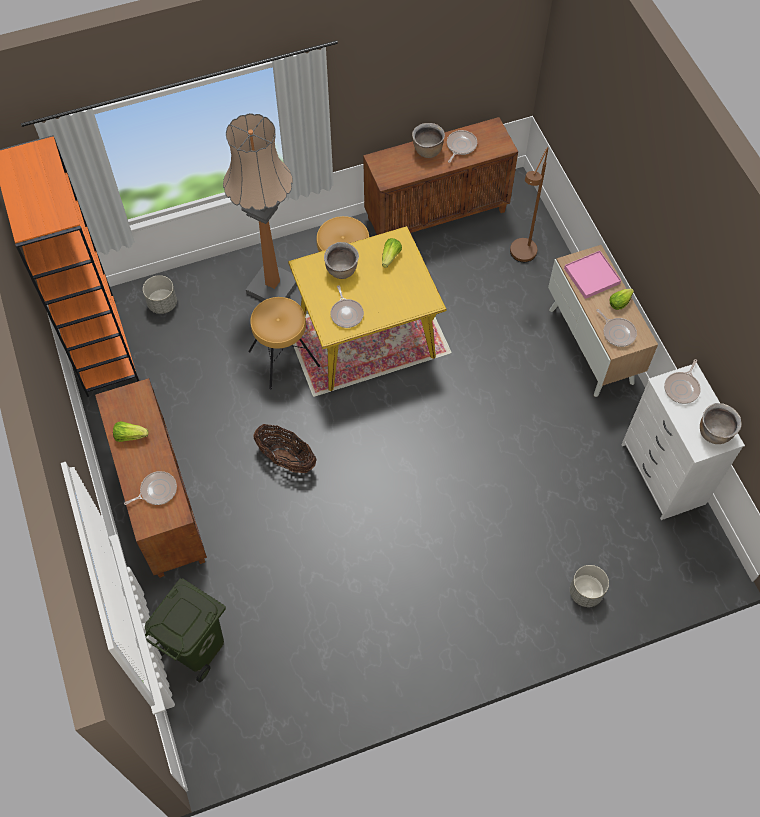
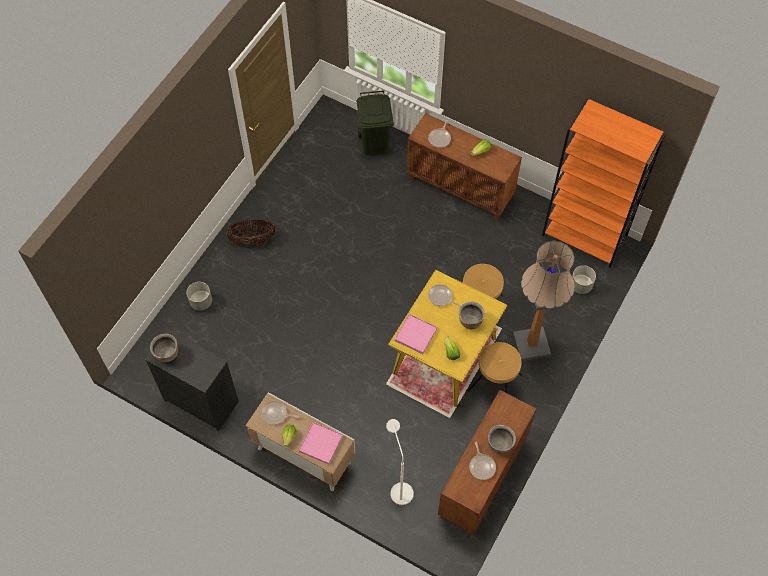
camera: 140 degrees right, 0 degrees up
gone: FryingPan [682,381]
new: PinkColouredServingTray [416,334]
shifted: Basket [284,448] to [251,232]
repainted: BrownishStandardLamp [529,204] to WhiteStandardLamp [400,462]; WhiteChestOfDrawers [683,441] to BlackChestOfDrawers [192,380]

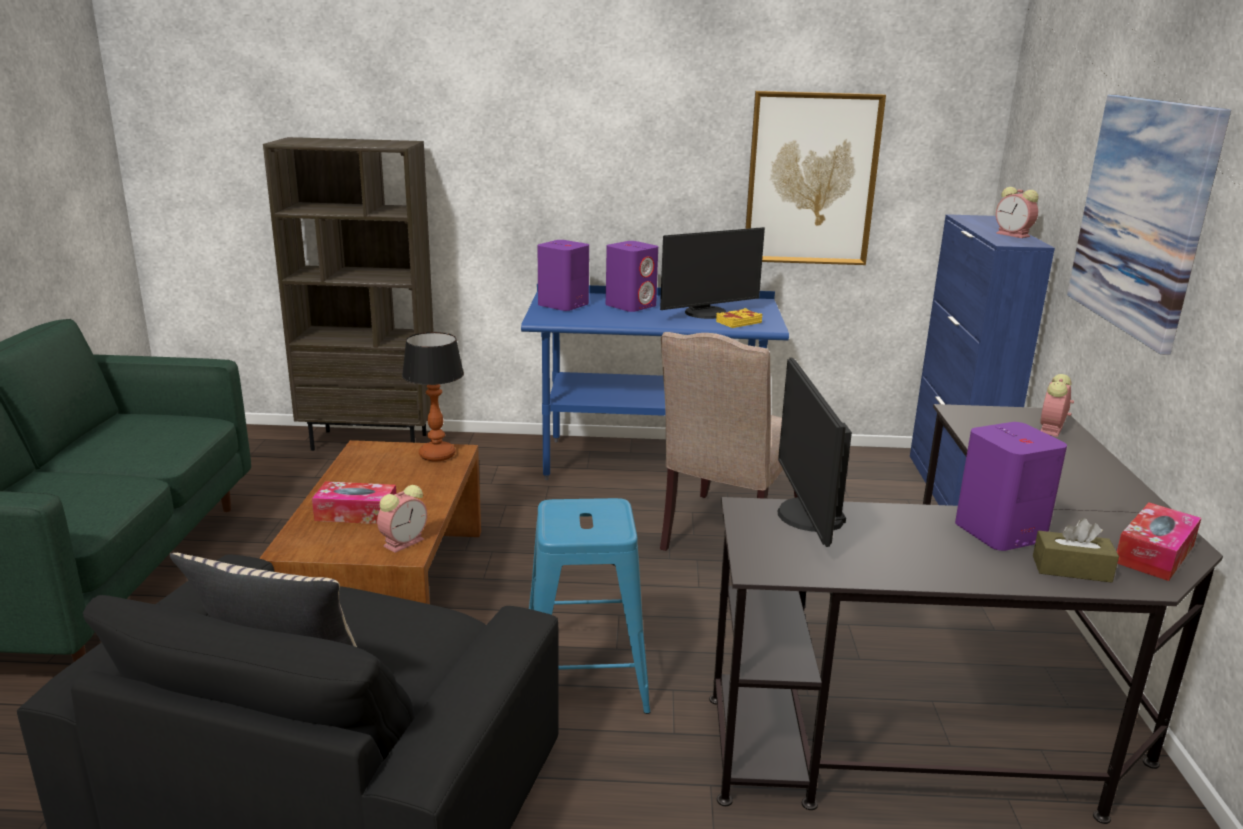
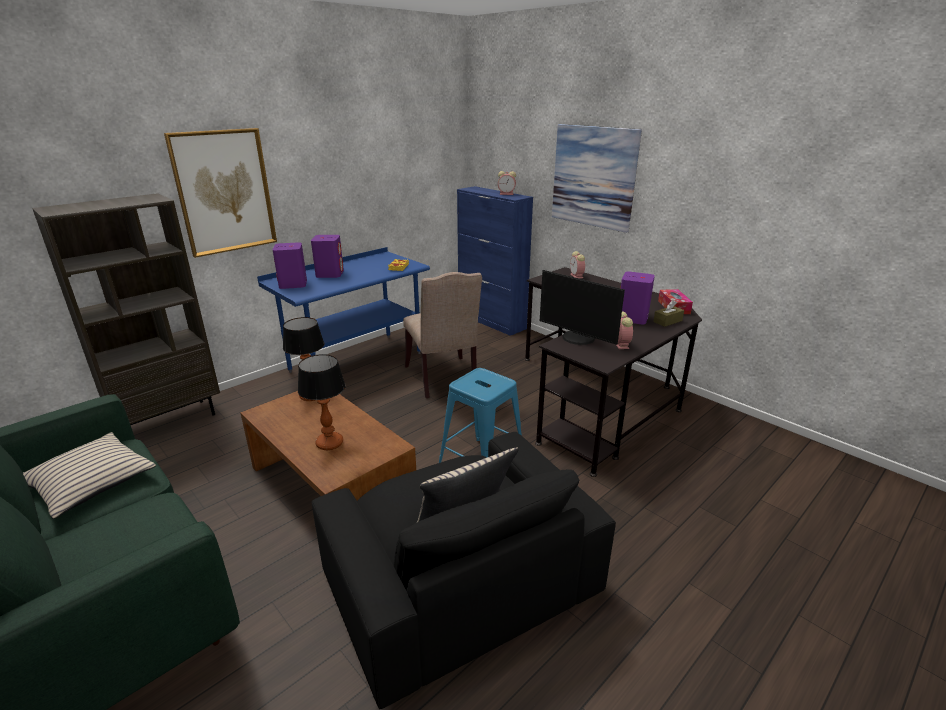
camera: 45 degrees left, 5 degrees up
gone: Monitor [712,273]
new: BeigeColouredThrowPillow [89,475]
shifted: AlarmClock [402,519] to [624,330]; WallPicture [815,178] to [220,193]
swapped: TissueBox [354,502] to LampForATable [322,402]

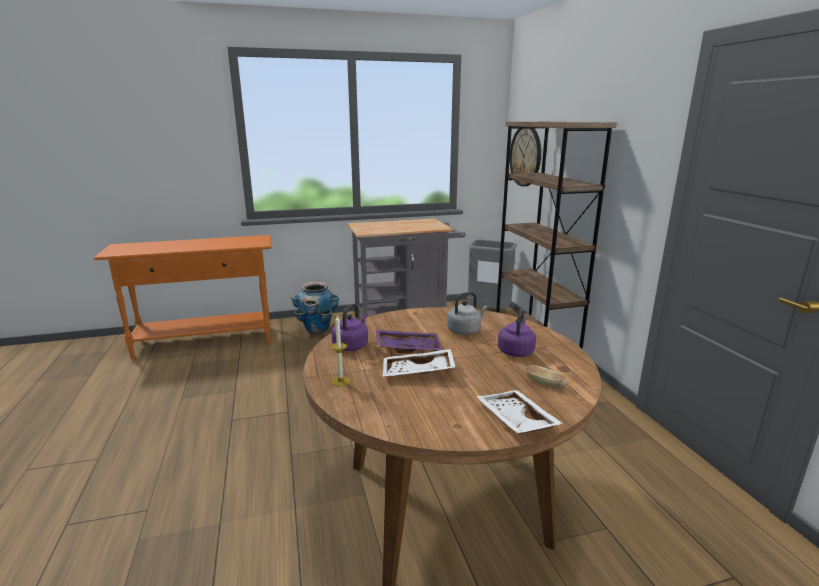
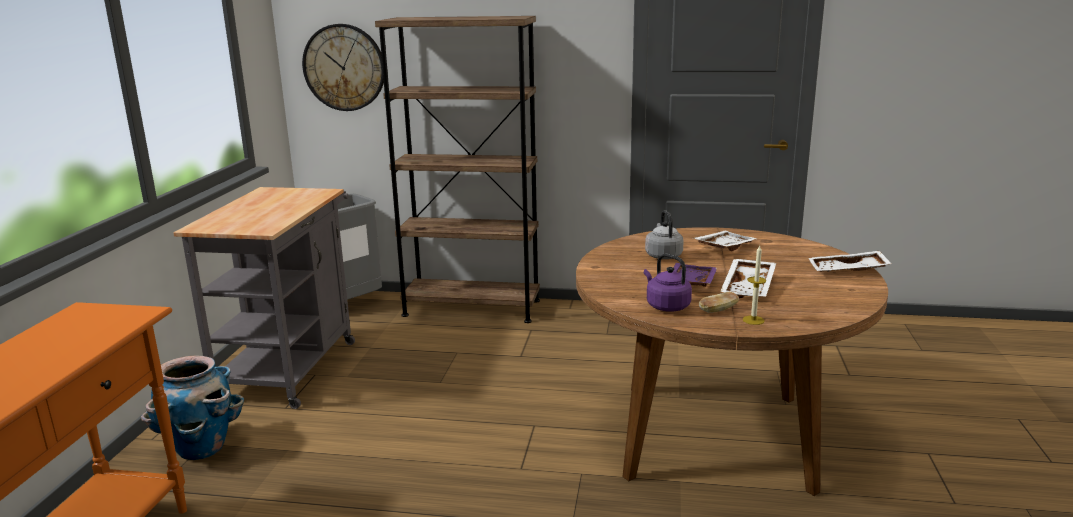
camera: 65 degrees left, 0 degrees up
shifted: BakeryBread [546,376] to [719,302]
swapped: PurpleColouredTeaKettle [517,332] to WhiteServingTray [725,241]

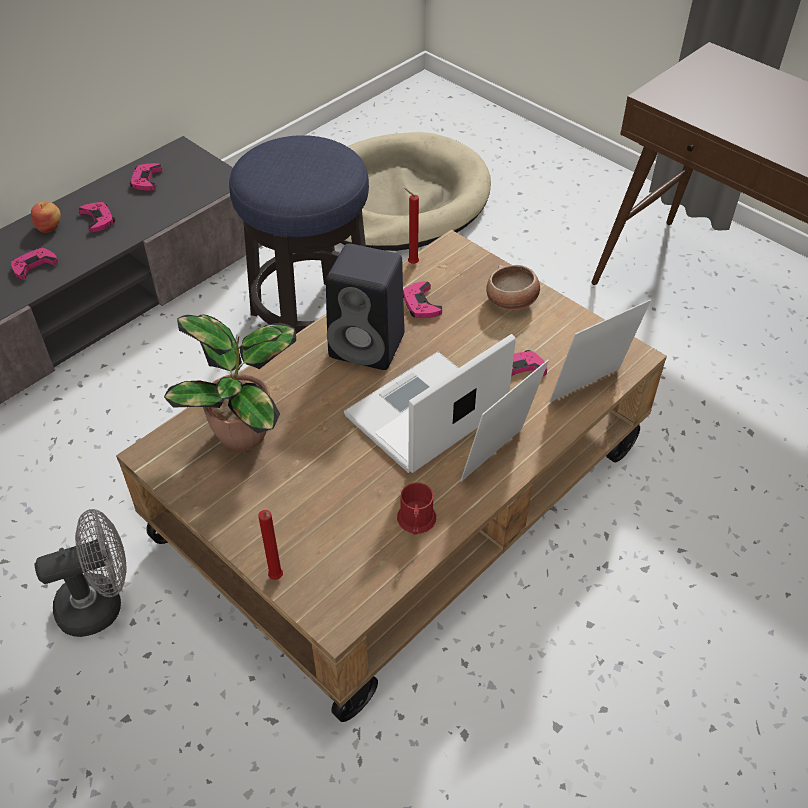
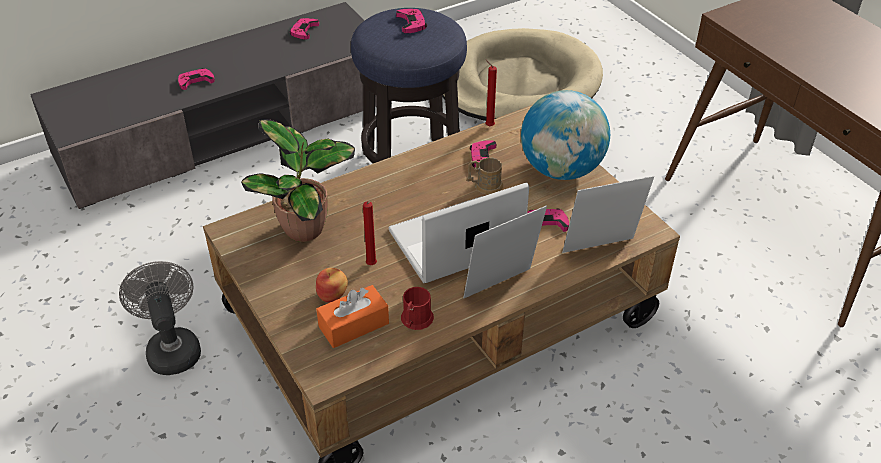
camera: 15 degrees right, 5 degrees down
gone: BlackAudioSpeaker [365,307]
new: OrangeTissueBox [352,316]; BrownishMug [485,176]
shifted: WholeApple [46,217] to [332,285]; PinkColouredJoypad [97,217] to [411,21]; RedColouredCandle [270,545] to [370,233]
swapped: DeepDish [513,287] to Globe [565,135]
rotated: GreyFan [81,573] = [160,318] 105 degrees counterclockwise

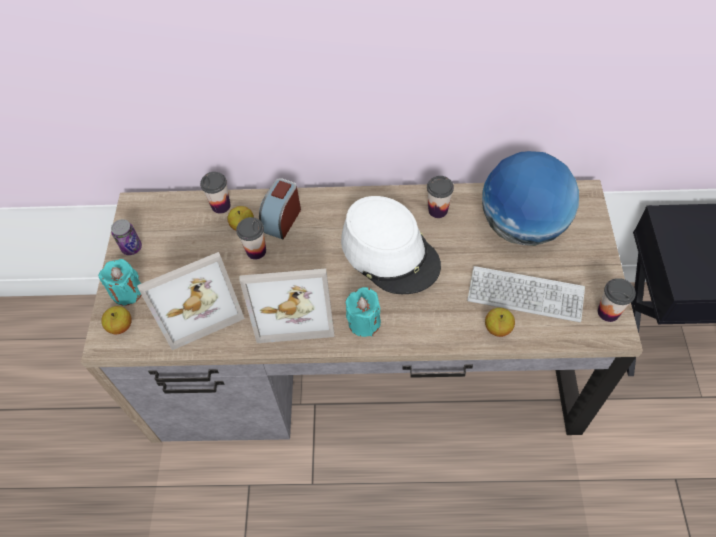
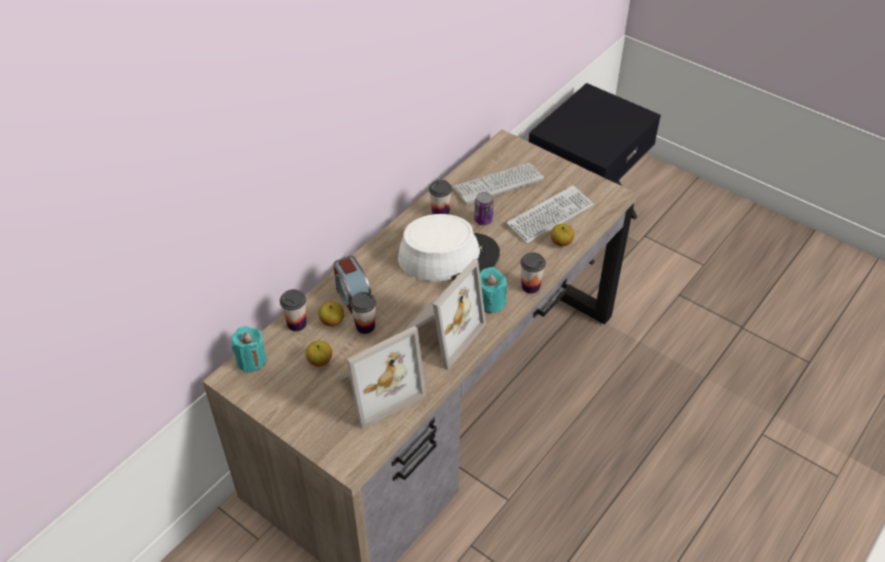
camera: 55 degrees left, 10 degrees down
shifted: TurquoiseColouredCandle [120,282] to [249,349]; WholeApple [116,320] to [319,353]; MetalCan [126,237] to [484,208]; DrinkingCup [617,300] to [533,273]
swapped: Globe [530,198] to ComputerKeyboard [498,183]
rotated: StandingFrame [191,301] = [382,377] 45 degrees clockwise

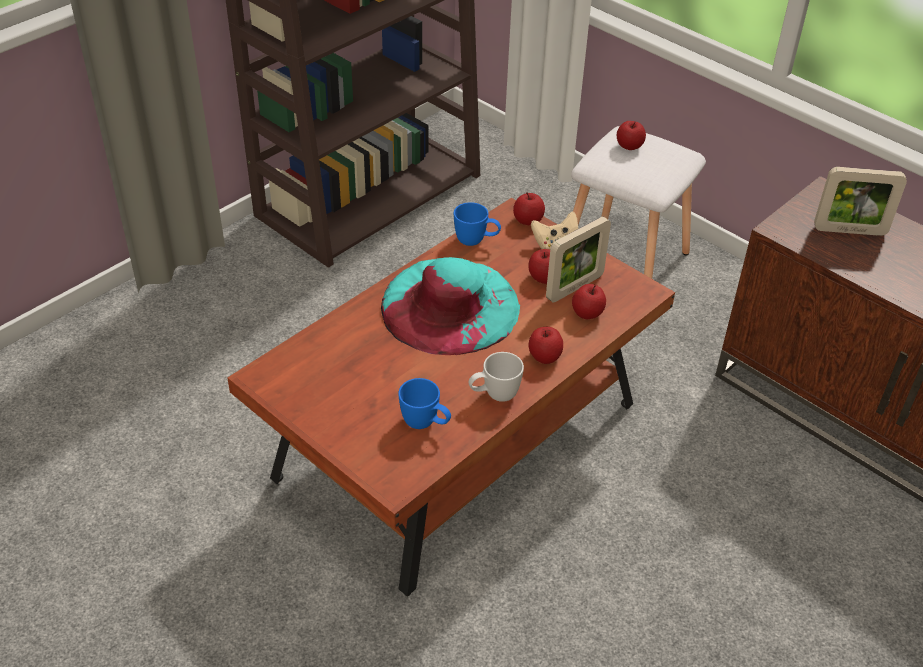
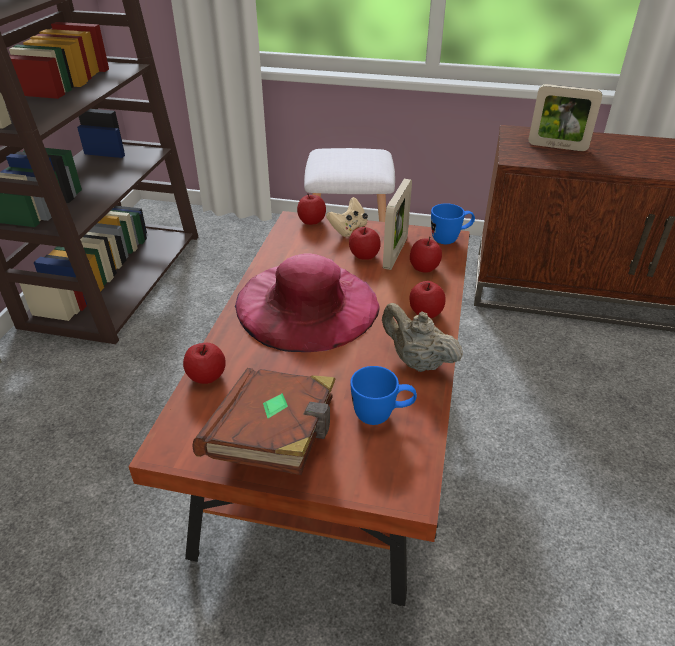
camera: 30 degrees left, 5 degrees down
new: BrownishBook [264,421]
shifted: BluishMug [477,224] to [453,223]; WholeApple [631,135] to [204,363]
swapped: WhiteMug [496,377] to BeigeColouredTeapot [422,337]
repainted: TurquoiseColouredWearableHat [450,306] to PinkColouredWearableHat [307,302]
rotated: StandingFrame [860,201] = [565,117] 45 degrees clockwise

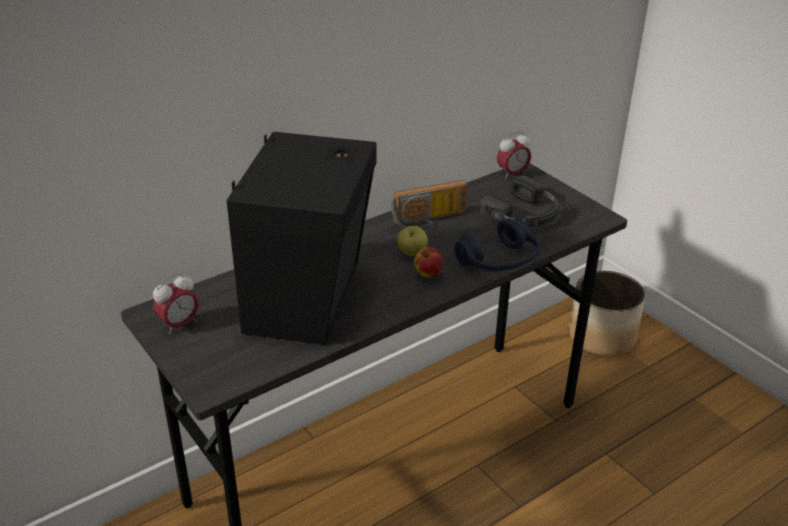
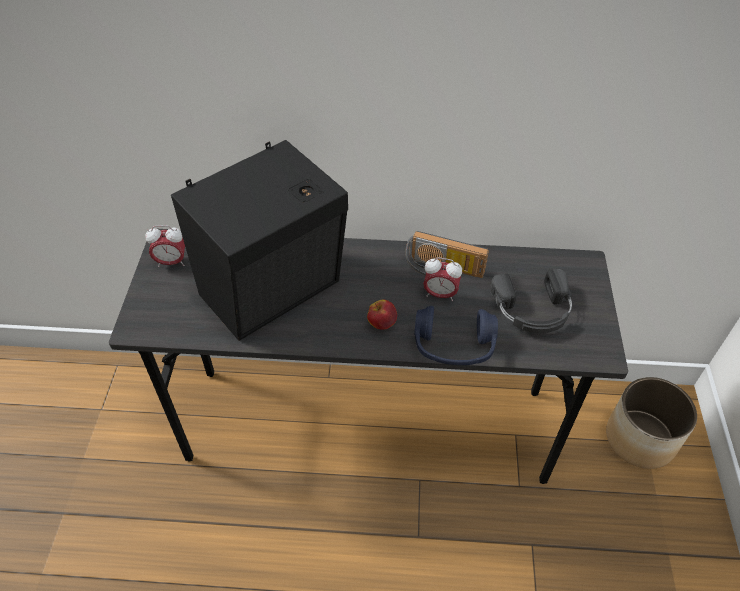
camera: 40 degrees right, 15 degrees up
gone: WholeApple [412,241]
shifted: AlarmClock [514,155] to [442,279]

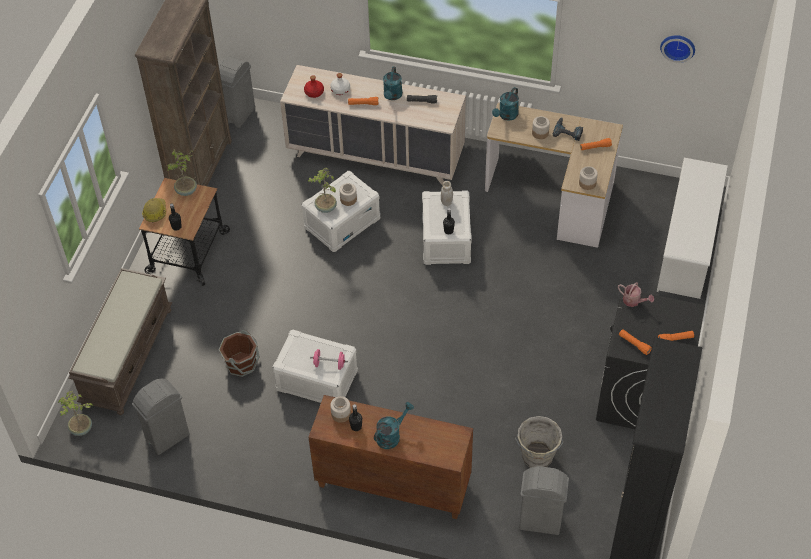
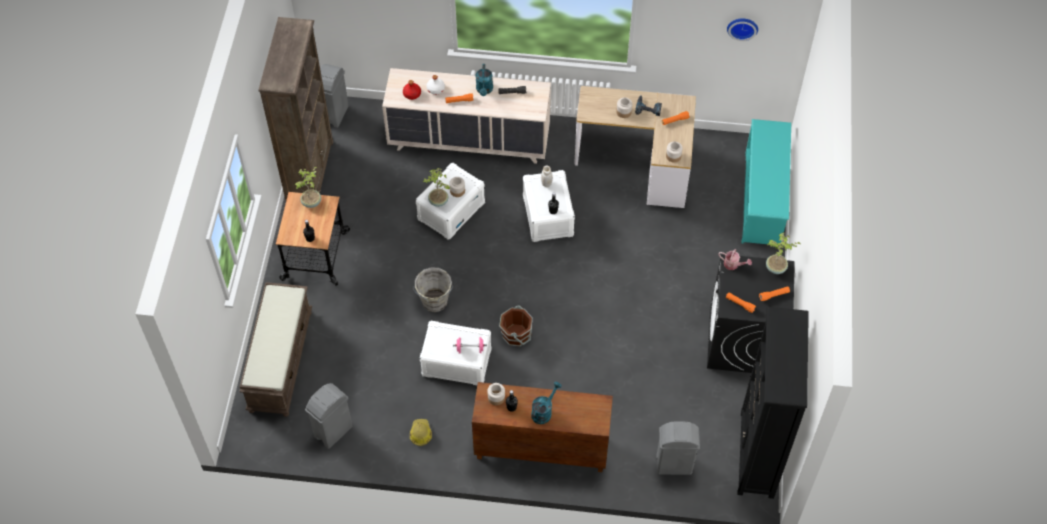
camera: 10 degrees left, 5 degrees up
gone: TurquoiseColouredWateringPot [505,104]
shifted: PlantInAPot [75,413] to [783,253]; HardHat [154,210] to [421,432]; BrownishWaterBucket [239,353] to [516,326]; GreyWaterBucket [539,442] to [433,289]
repainted: WhiteShoeRack [692,228] to TurquoiseColouredShoeRack [766,181]

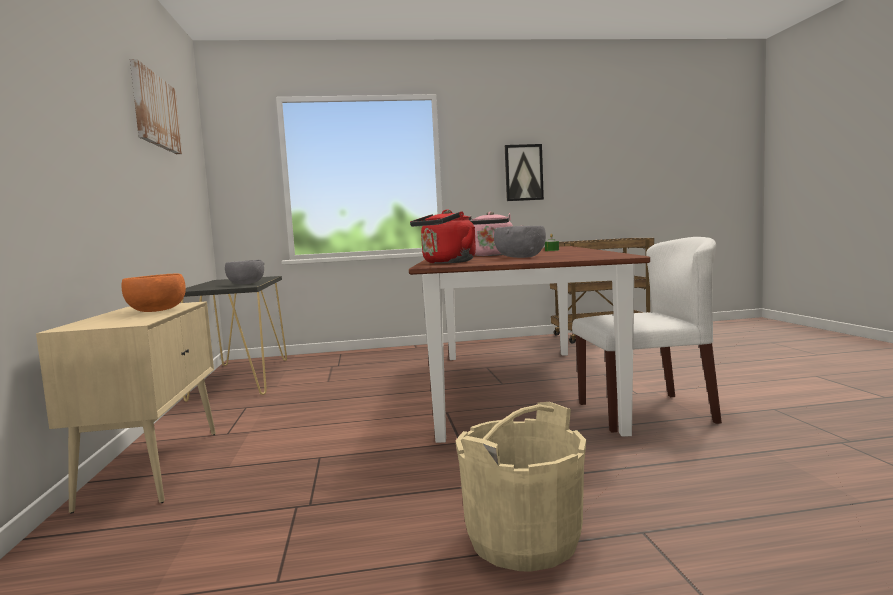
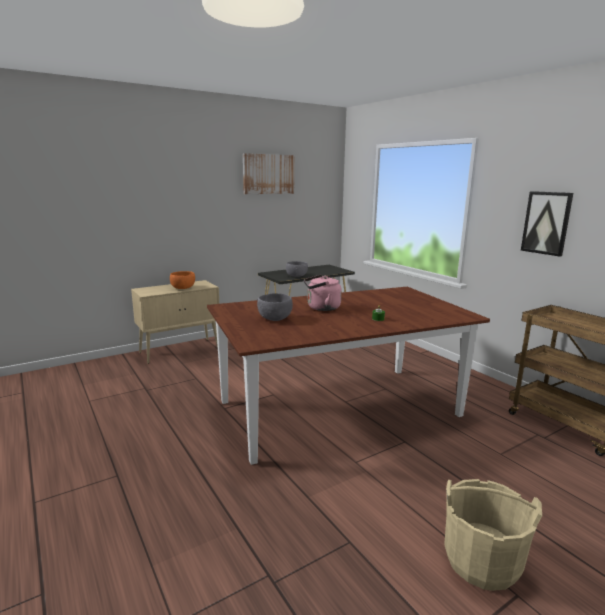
camera: 65 degrees right, 10 degrees up
gone: RedColouredTeaKettle [443,237]; WhiteChair [647,335]
shifted: BeigeColouredWaterBucket [521,486] to [493,535]

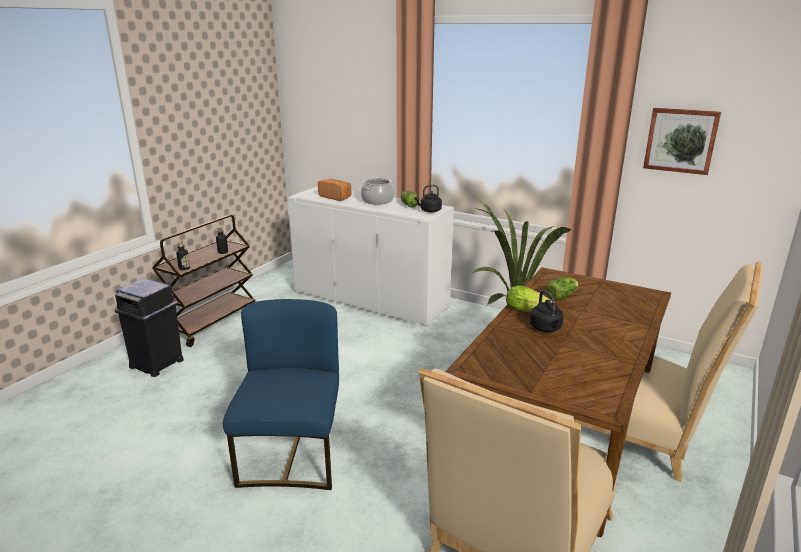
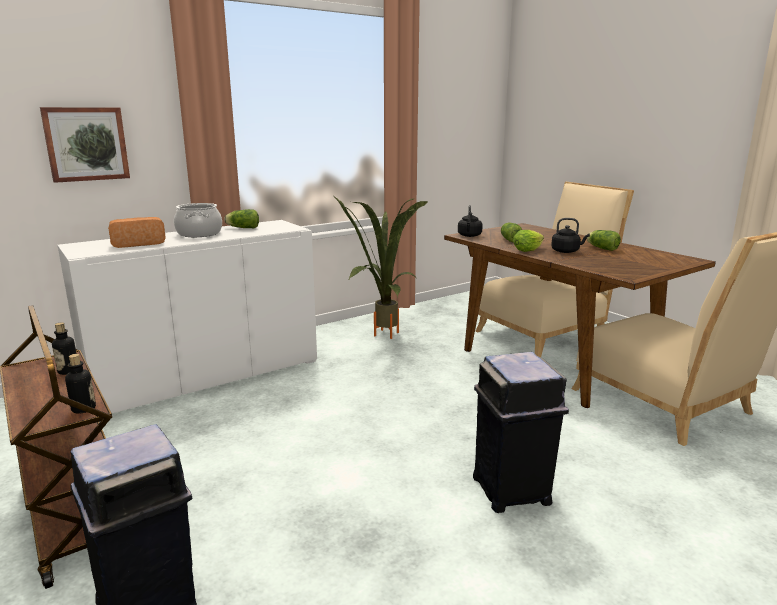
camera: 65 degrees left, 5 degrees down
new: Lettuce [603,240]
shifted: BlackTeaKettle [428,198] to [470,221]; WallPicture [682,141] to [85,145]
swapped: BluishChair [281,394] to BlackWasteBin [521,432]

